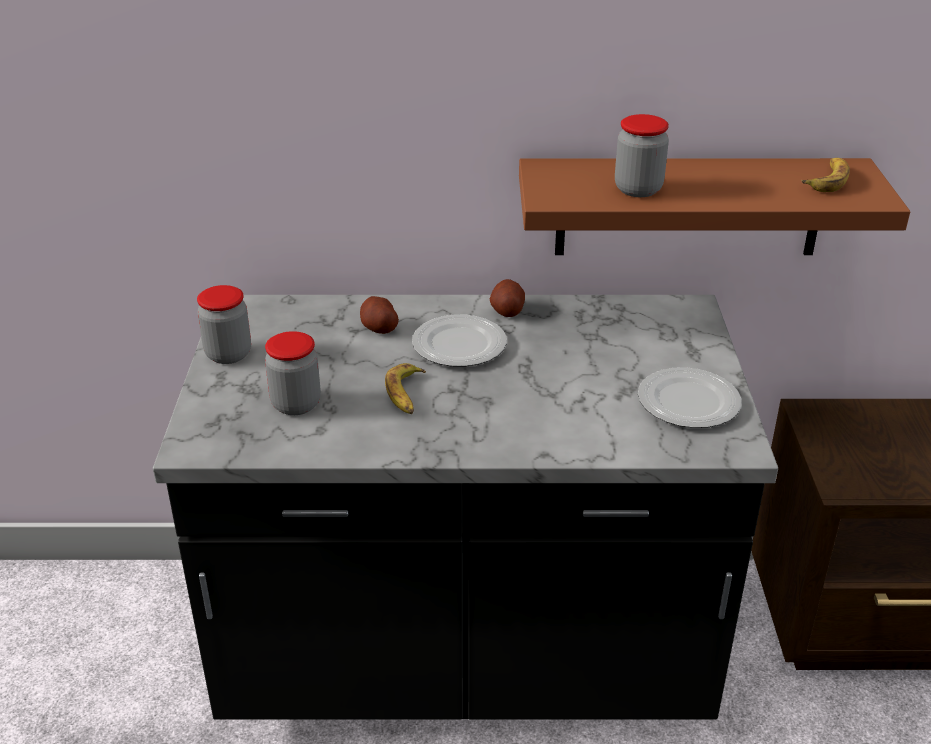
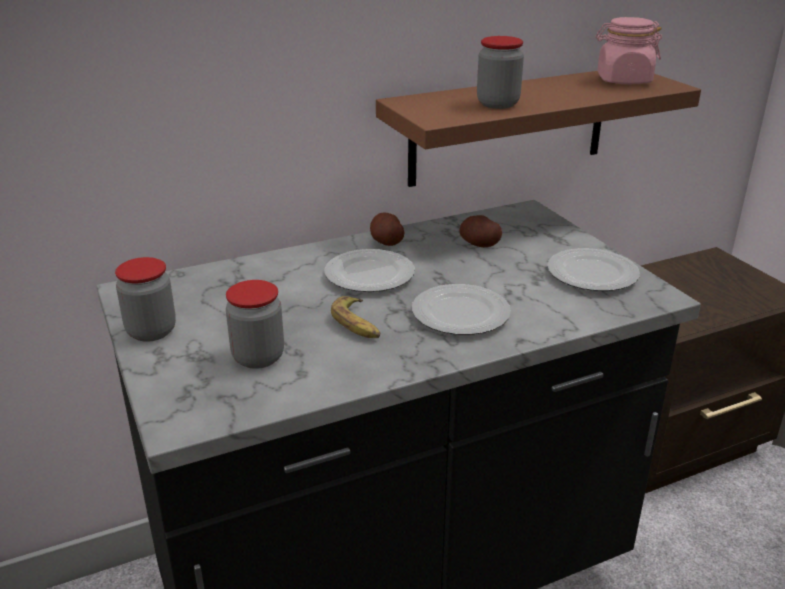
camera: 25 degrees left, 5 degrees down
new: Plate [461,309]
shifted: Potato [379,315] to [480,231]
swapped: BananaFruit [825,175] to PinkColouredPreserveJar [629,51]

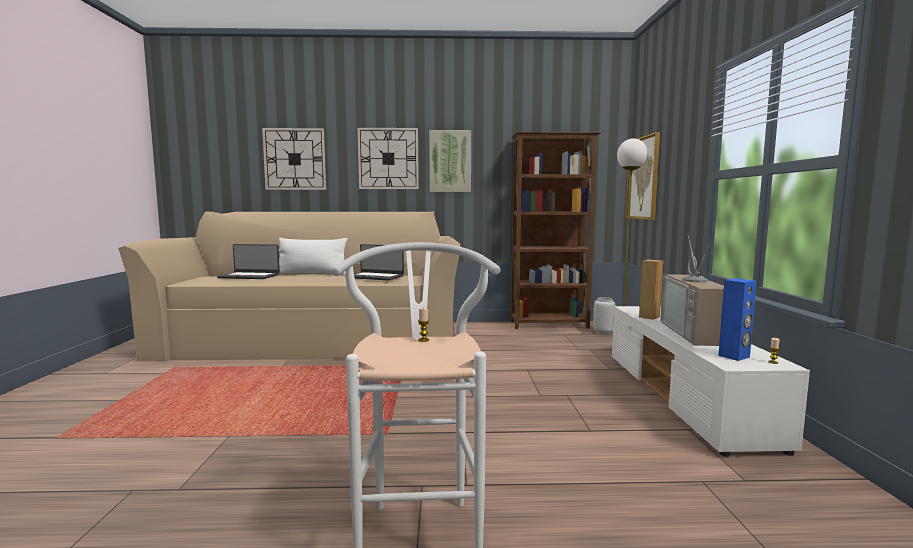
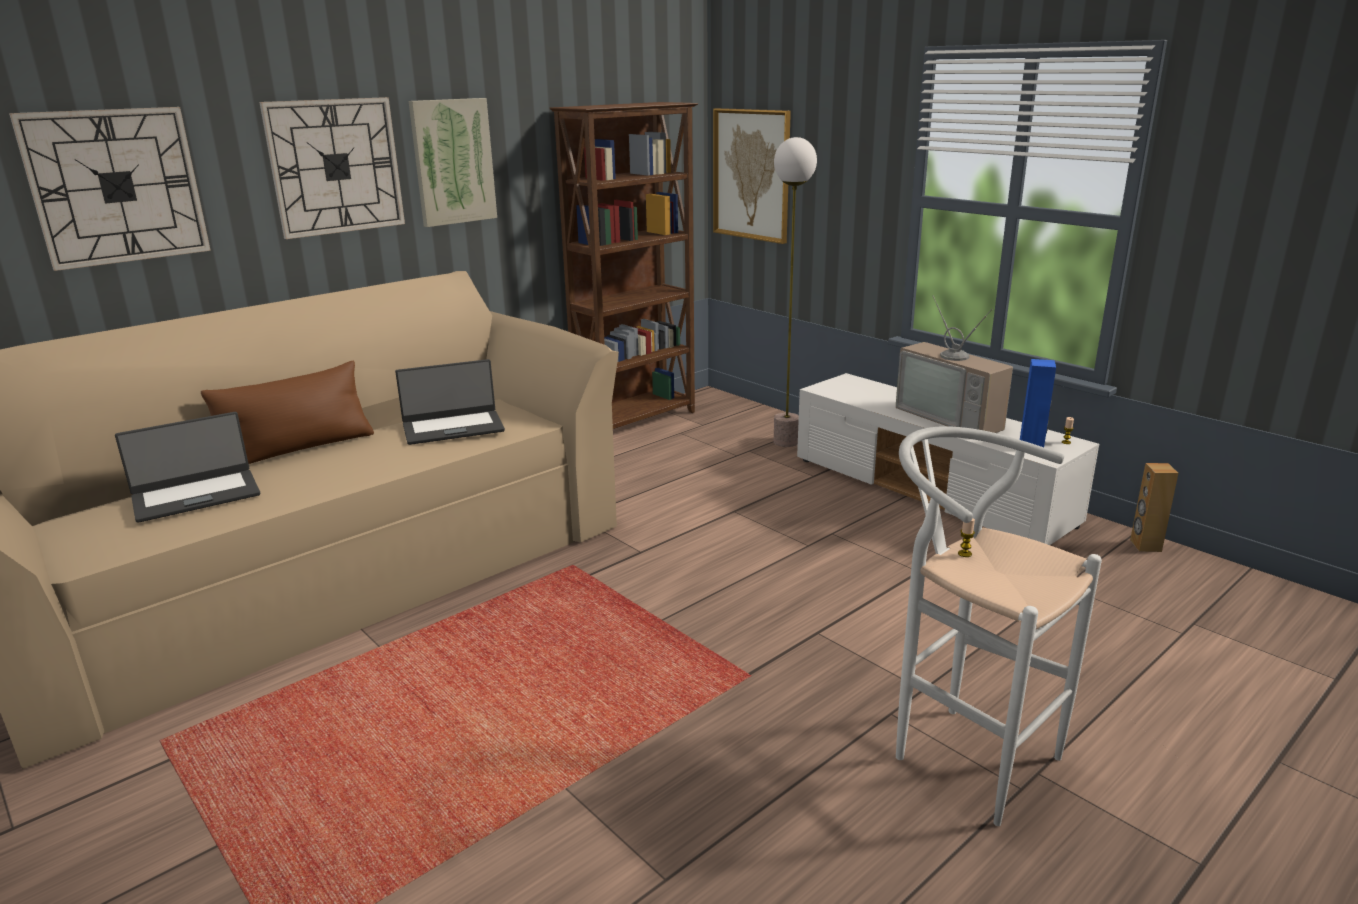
camera: 40 degrees left, 15 degrees up
gone: GreyDecorativeVase [604,315]
shifted: BrownishAudioSpeaker [651,290] to [1154,507]
repainted: WhiteThrowPillow [313,256] to BrownishThrowPillow [287,412]

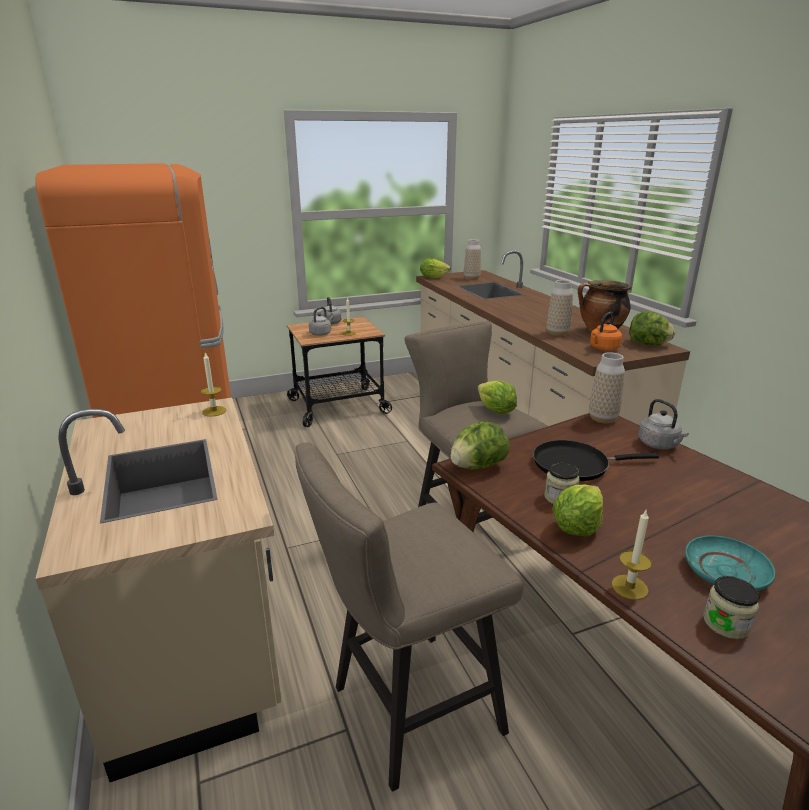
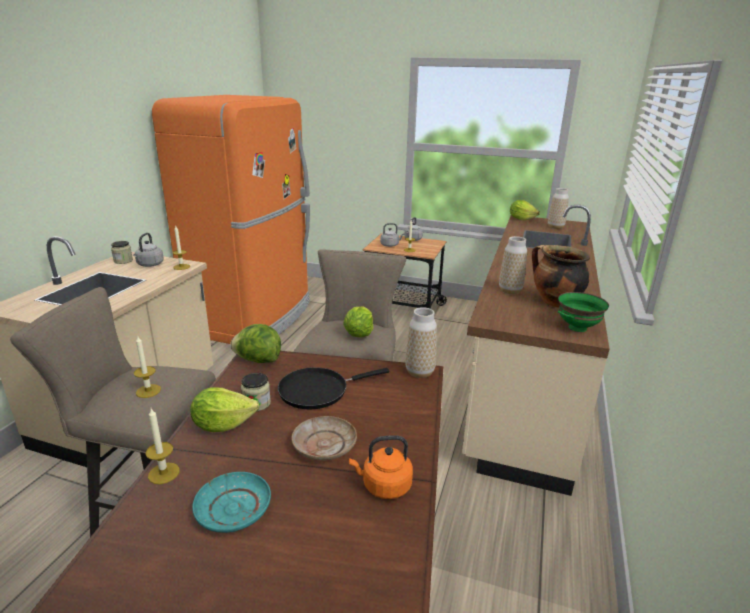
camera: 40 degrees right, 0 degrees up
new: Candle [147,367]; BeigeColouredPlate [324,438]
shifted: OrangeTeaKettle [606,331] to [381,467]; GreyTeaKettle [663,424] to [148,250]; PreserveJar [731,607] to [122,252]
swapped: Lettuce [652,328] to GreenDeepDish [583,312]
rotated: BlackFryingPan [596,460] = [333,388] 60 degrees counterclockwise

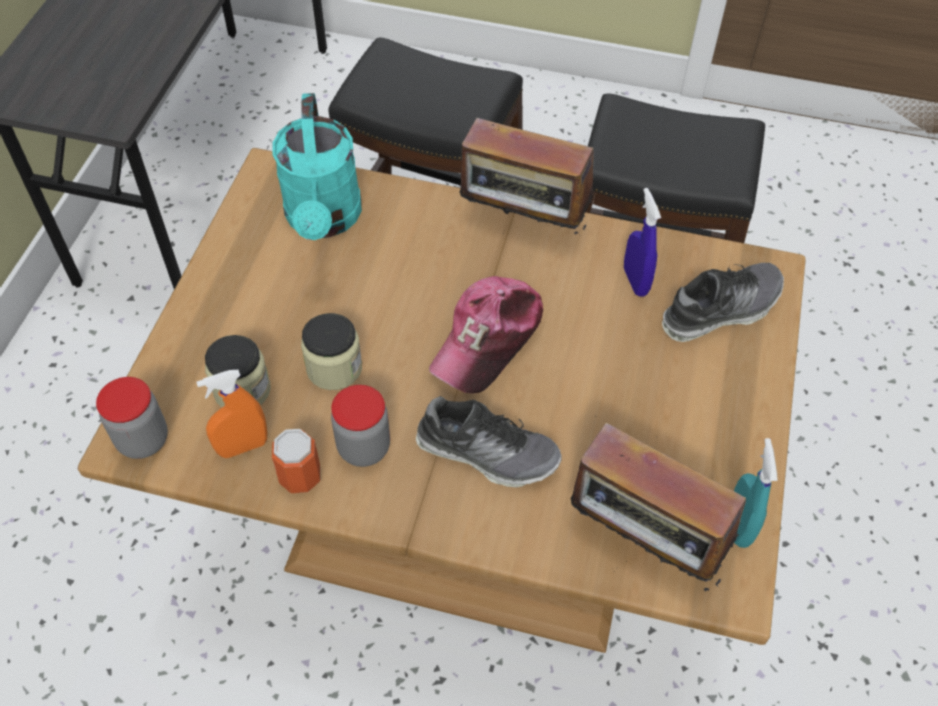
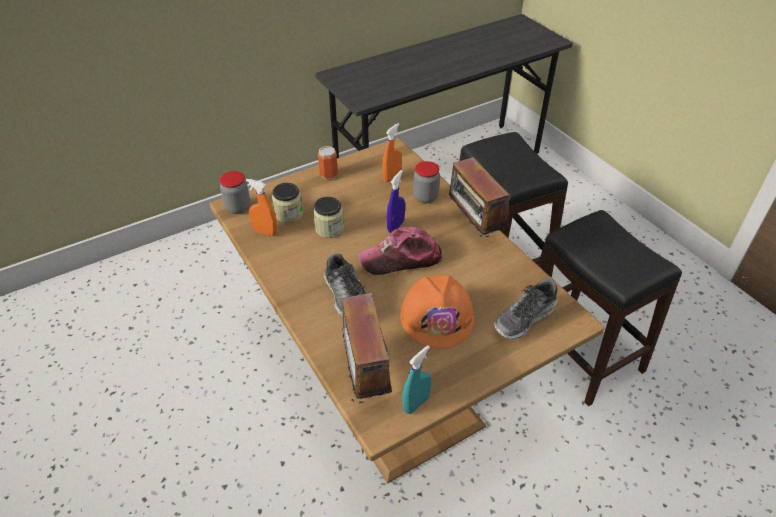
camera: 45 degrees right, 10 degrees down
new: OrangeHardHat [437,312]
shifted: MetalCan [296,461] to [328,162]; PreserveJar [360,426] to [426,182]; BluishSprayer [642,242] to [396,201]
swapped: TurquoiseColouredWateringPot [317,166] to OrangeSprayer [392,152]
rotated: Shoe [723,302] = [526,308] 120 degrees clockwise

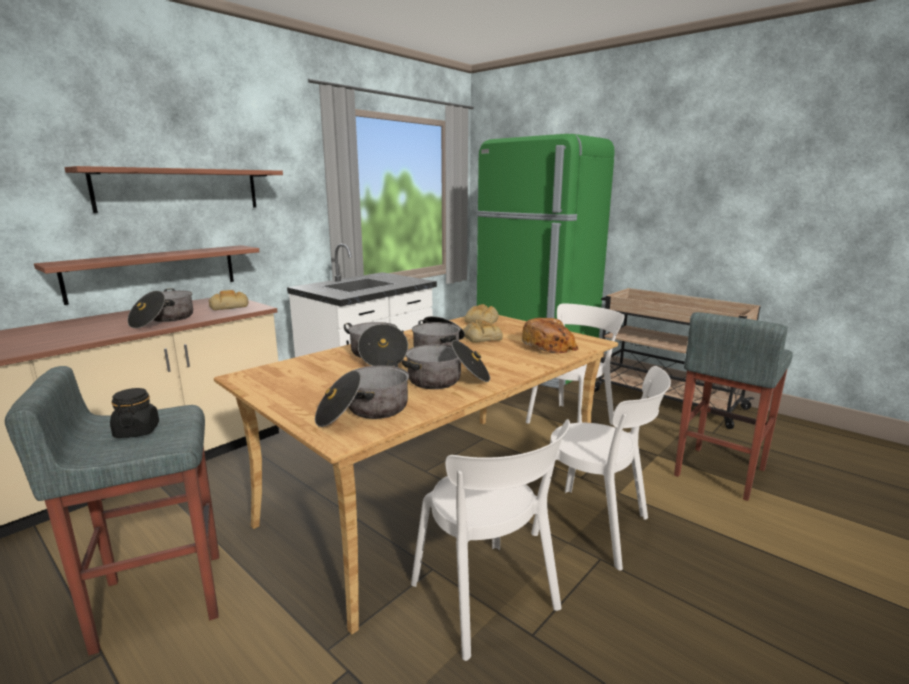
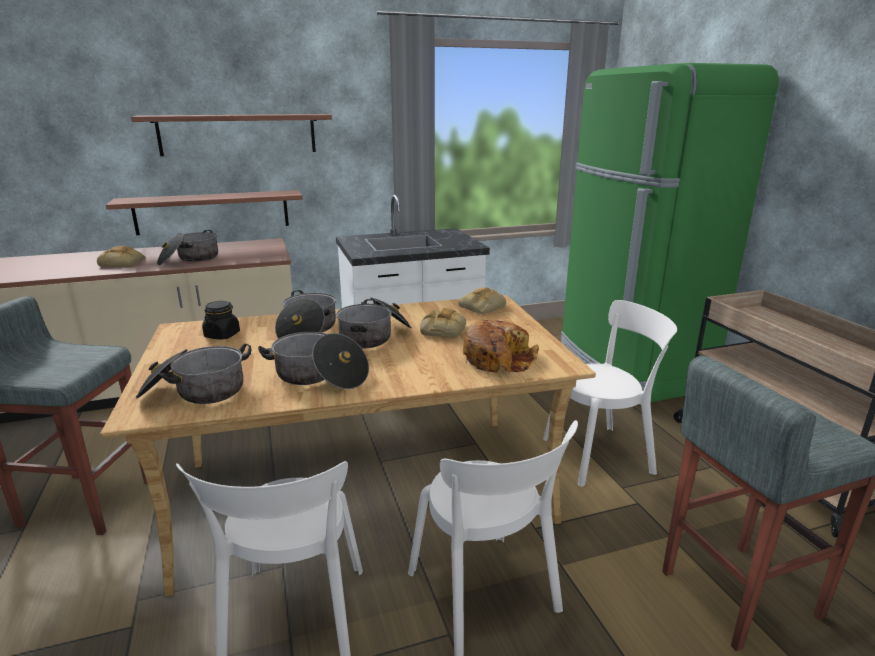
camera: 30 degrees right, 5 degrees up
shifted: BlackPreserveJar [134,413] to [221,320]; BakeryBread [229,300] to [121,256]

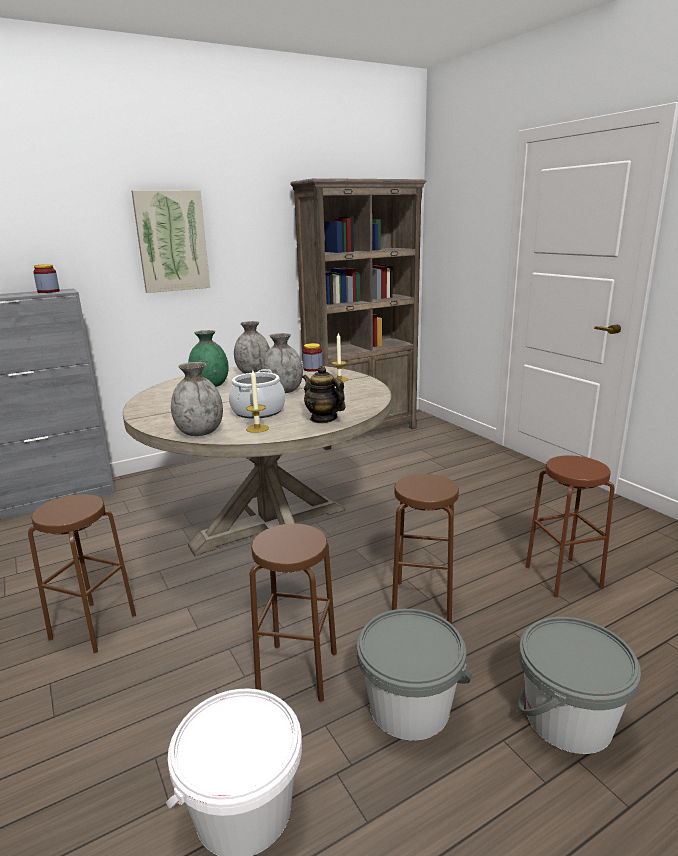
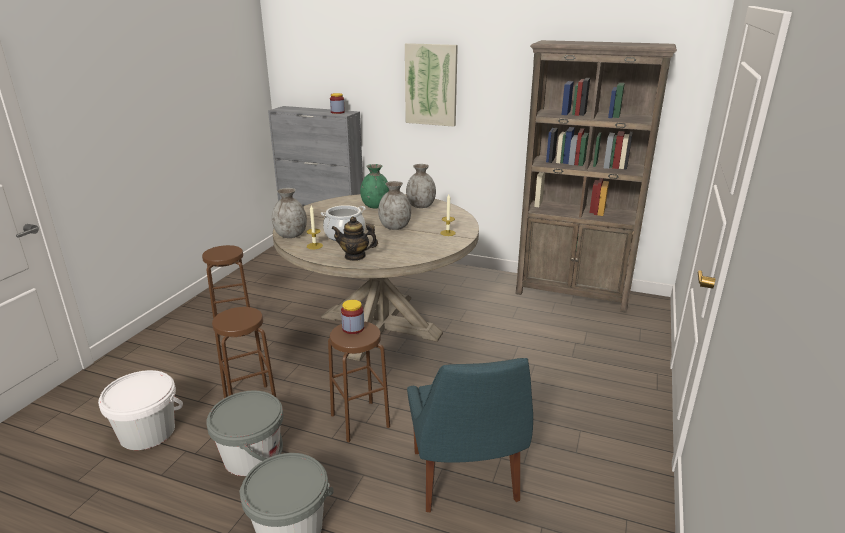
camera: 50 degrees right, 5 degrees up
shifted: PreserveJar [313,357] to [352,317]
swapped: BrownishSittingStool [570,526] to BluishChair [470,435]
rotated: Teapot [323,394] = [354,239] 90 degrees counterclockwise

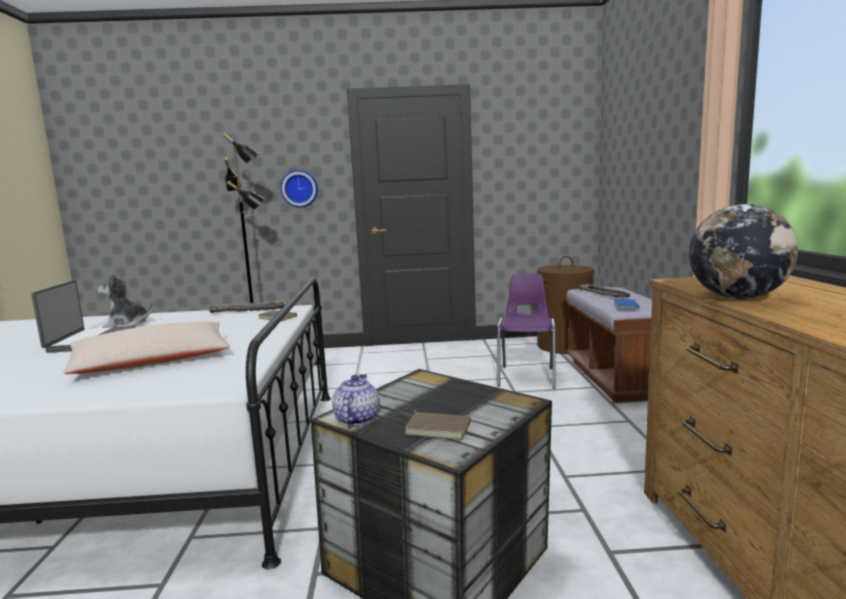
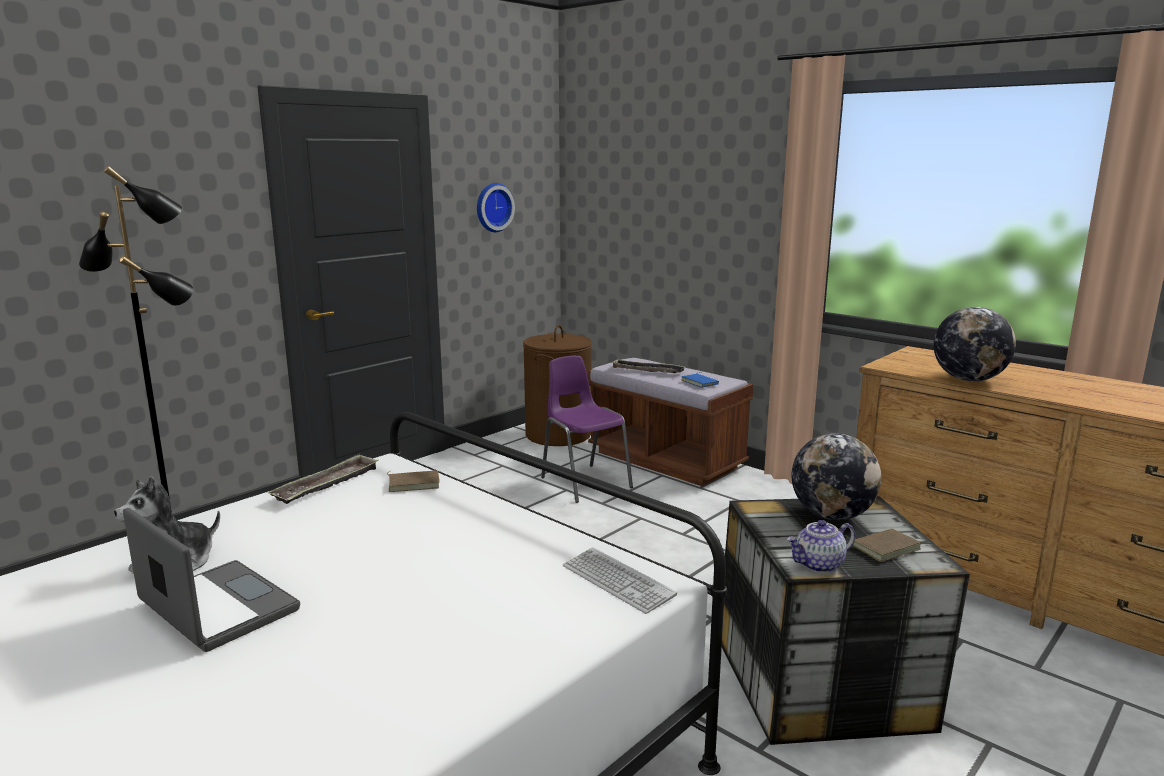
camera: 45 degrees left, 5 degrees up
gone: BeigeColouredThrowPillow [147,347]
new: ComputerKeyboard [620,580]; Globe [836,476]
shifted: ClockOnTheWall [299,189] to [496,207]
rotated: Teapot [356,400] = [821,546] 75 degrees counterclockwise

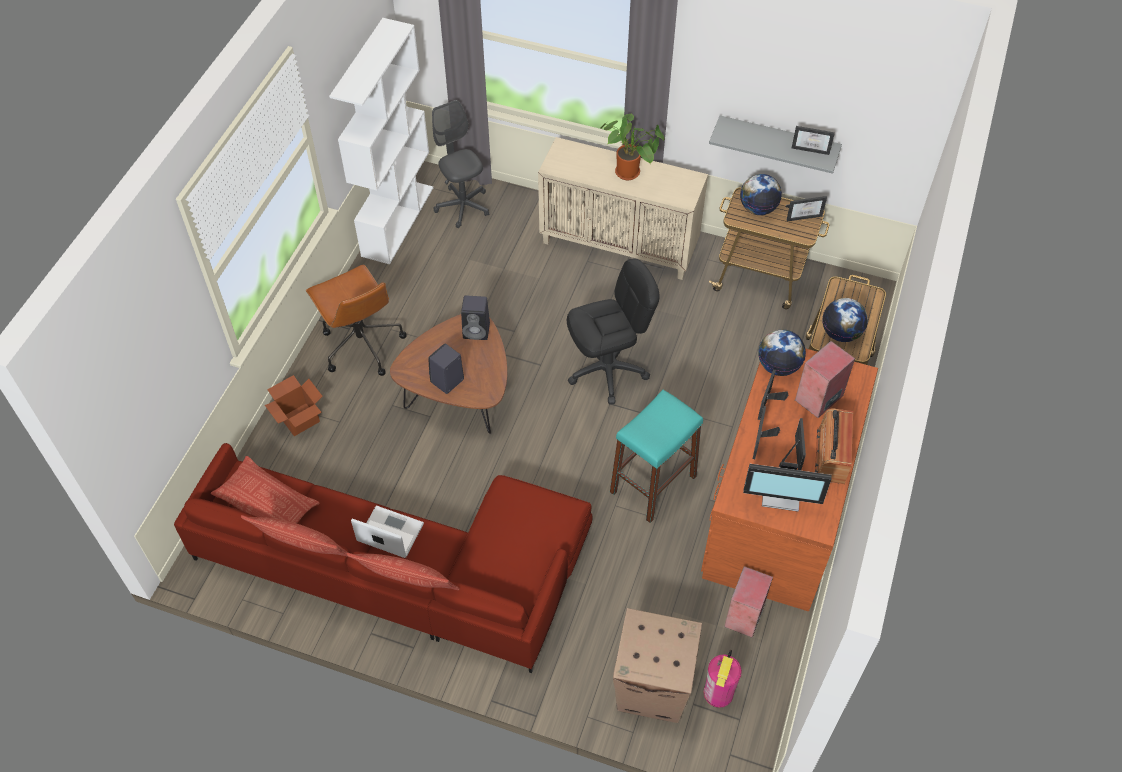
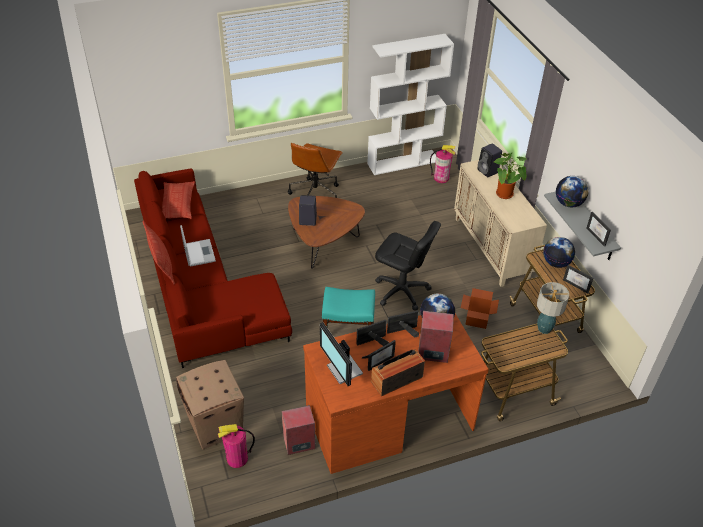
camera: 50 degrees right, 10 degrees down
gone: ThrowPillow [294,536]
new: LampForATable [553,308]
shifted: Carton [293,405] to [480,308]; BlackAudioSpeaker [475,318] to [489,160]; Globe [845,320] to [572,191]
swapped: GreyComputerChair [460,164] to FireFightingCylinder [443,164]

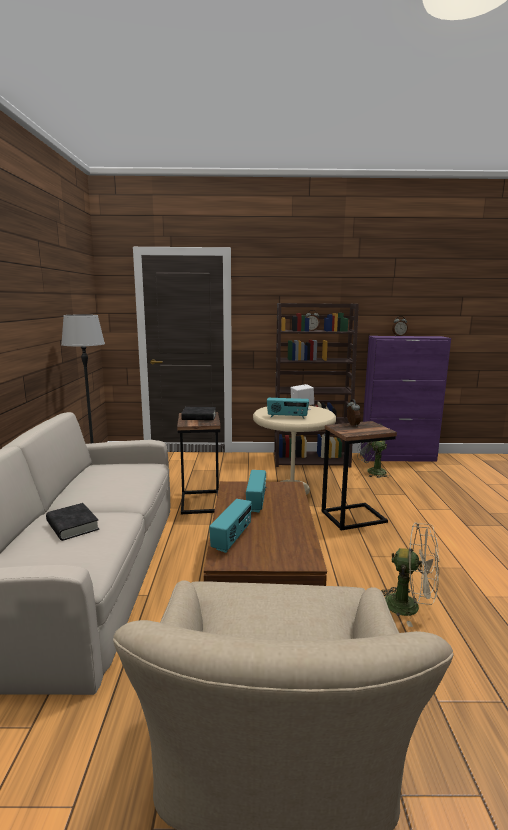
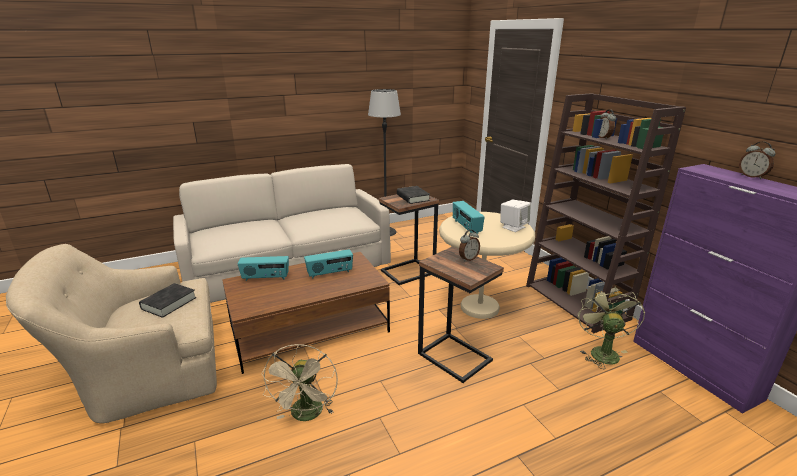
camera: 65 degrees right, 10 degrees up
shifted: BlackBook [72,522] to [167,300]
repainted: GreyFan [373,450] to GreenFan [611,328]

